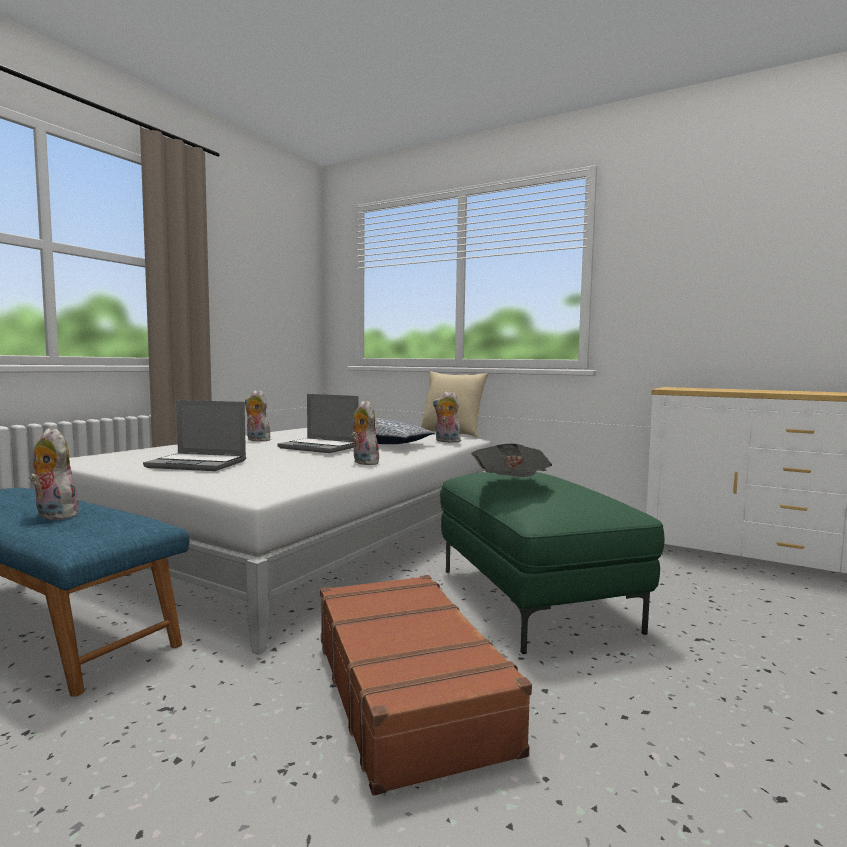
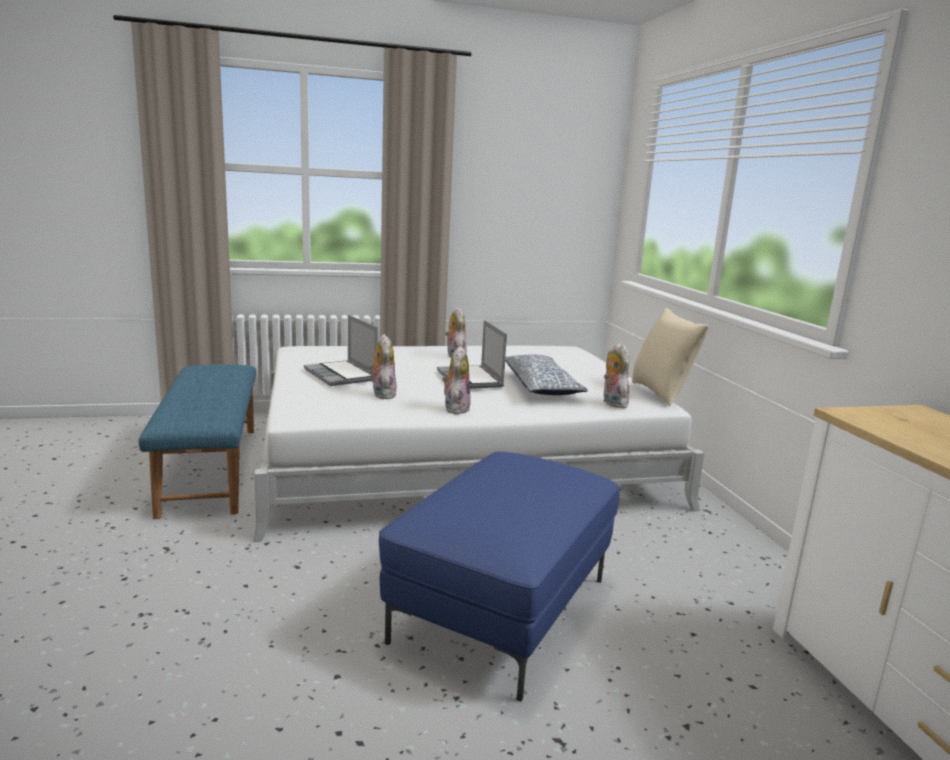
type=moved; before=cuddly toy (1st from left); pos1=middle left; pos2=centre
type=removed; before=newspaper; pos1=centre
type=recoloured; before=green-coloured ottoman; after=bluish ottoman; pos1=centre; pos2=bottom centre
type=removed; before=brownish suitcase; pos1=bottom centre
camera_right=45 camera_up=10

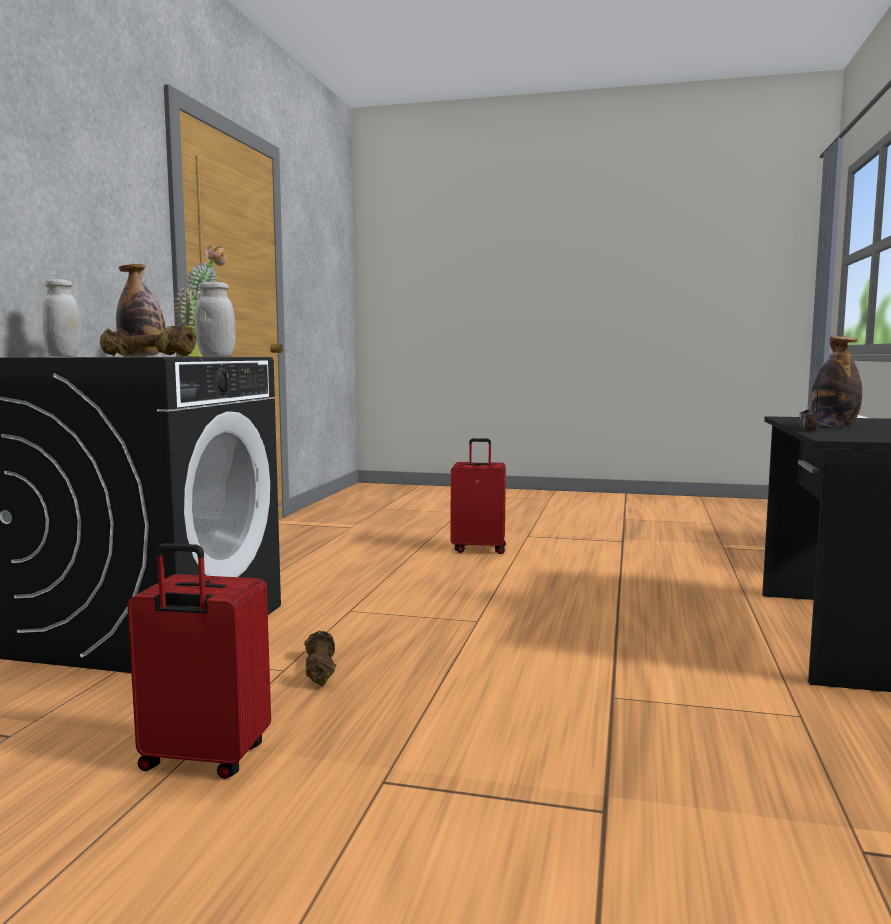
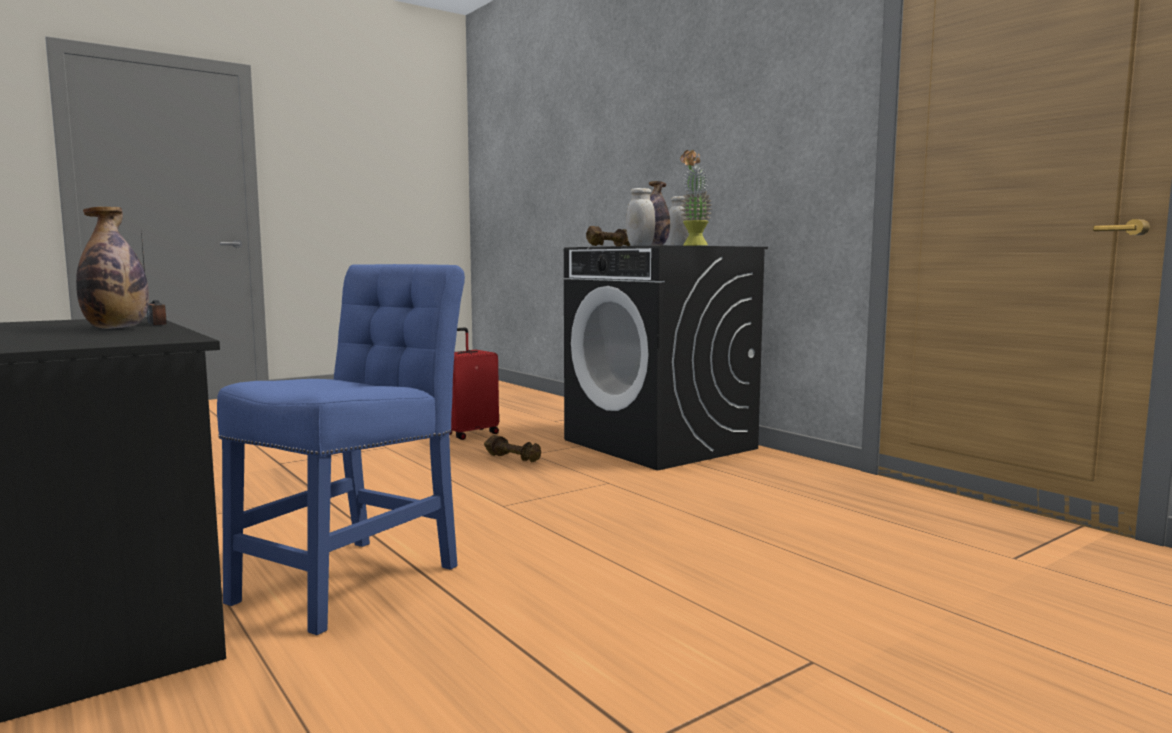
type=removed; before=reddish suitcase (2nd from left); pos1=centre
type=added; after=bluish upright chair; pos2=middle left
camera_right=130 camera_up=0

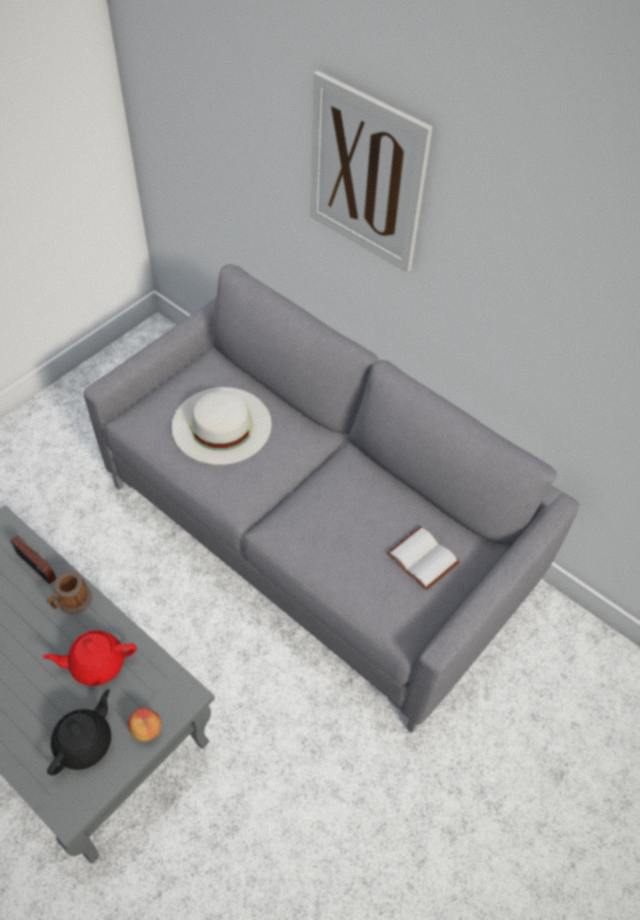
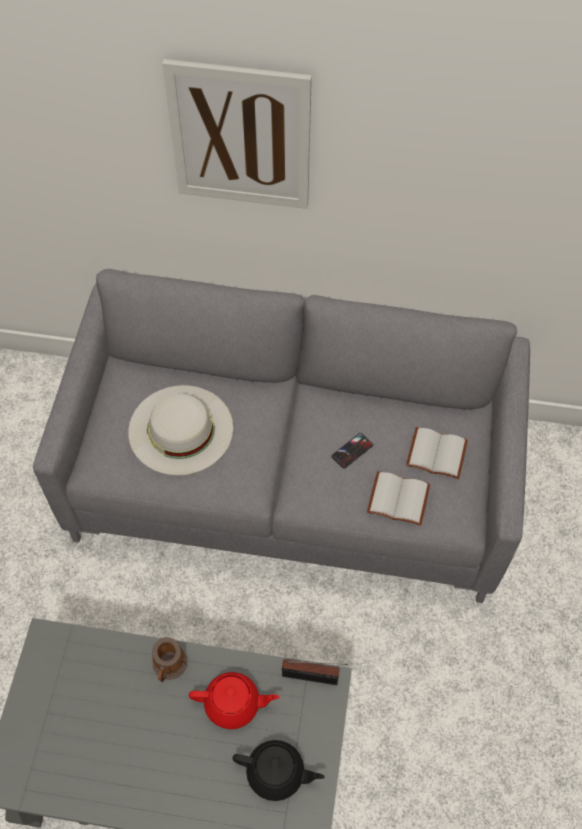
type=moved; before=radio receiver; pos1=middle left; pos2=bottom centre
type=turned; before=reddish teapot; pos1=bottom left; pos2=bottom centre; turn=-135
type=turned; before=black-coloured teapot; pos1=bottom left; pos2=bottom centre; turn=105
type=removed; before=whole apple; pos1=bottom left
type=added; after=telephone; pos2=centre
type=added; after=white volume (1st from left); pos2=middle right
camera_right=-30 camera_up=5

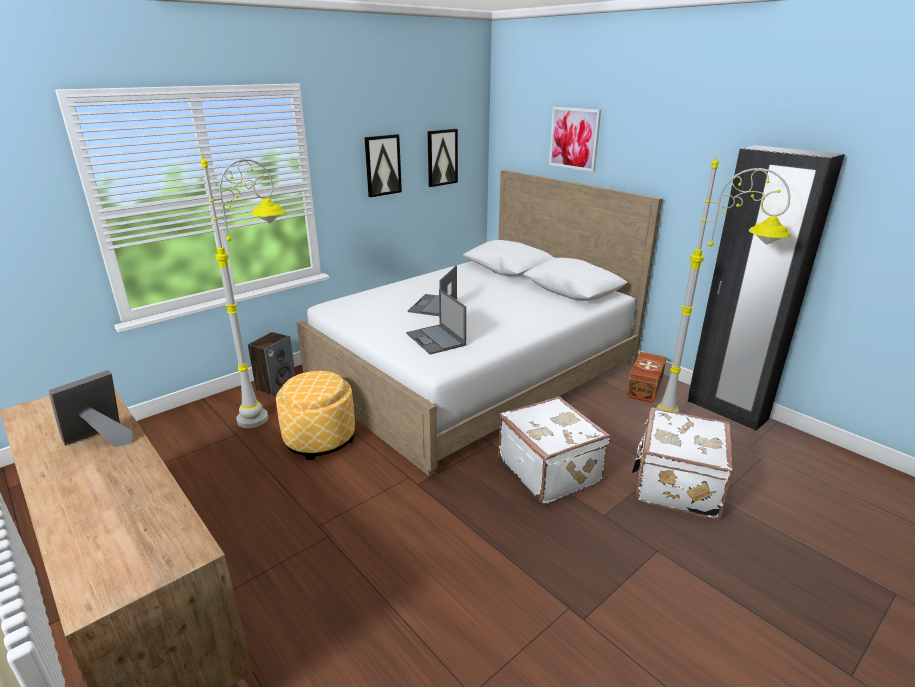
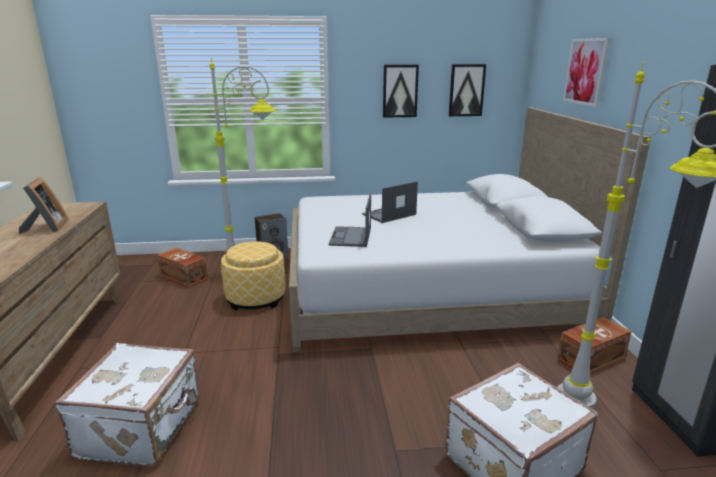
type=turned; before=standing frame; pos1=middle left; pos2=middle left; turn=90
type=moved; before=white suitcase (1st from left); pos1=centre; pos2=bottom left
type=added; after=brownish storage bin (1st from left); pos2=middle left
camera_right=35 camera_up=-5

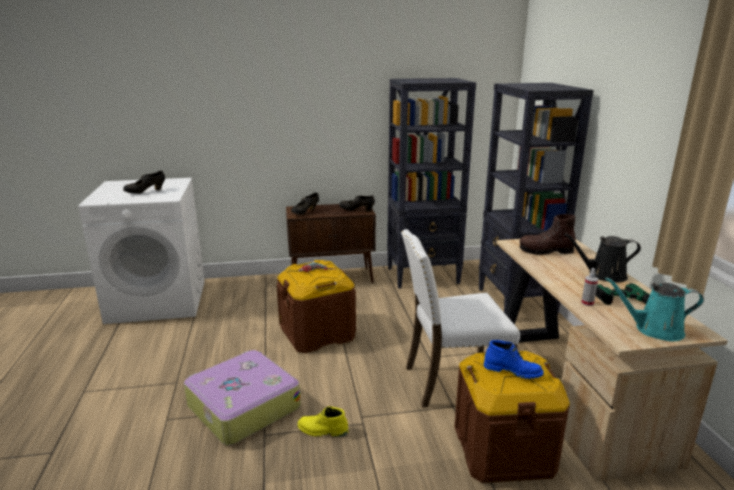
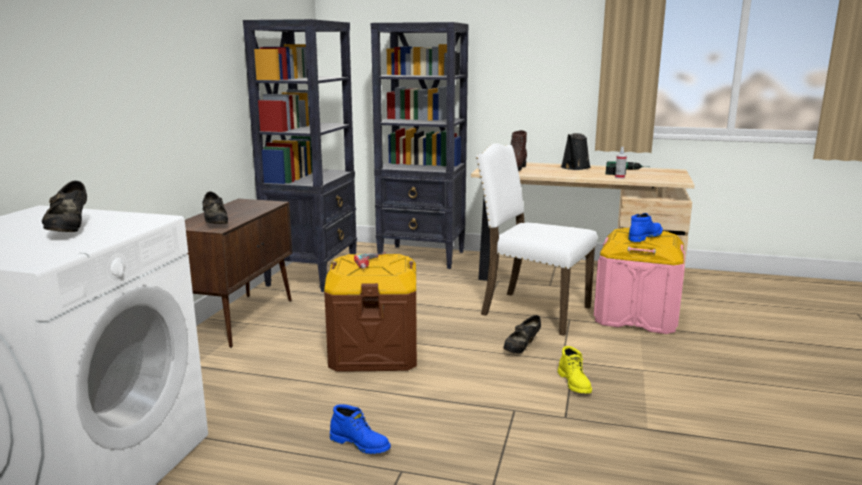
type=moved; before=black-coloured low shoe (3rd from left); pos1=centre; pos2=bottom centre
type=turned; before=white upright chair; pos1=centre; pos2=centre; turn=105
type=removed; before=turquoise sprinkling can; pos1=middle right
type=removed; before=suitcase; pos1=bottom left
type=recoloured; before=brownish storage bin (2nd from left); after=pink-coloured storage bin; pos1=bottom right; pos2=middle right
type=turned; before=yellowish tall boot; pos1=bottom centre; pos2=bottom right; turn=-45
type=added; after=bluish tall boot (1st from left); pos2=bottom centre
camera_right=-65 camera_up=-5

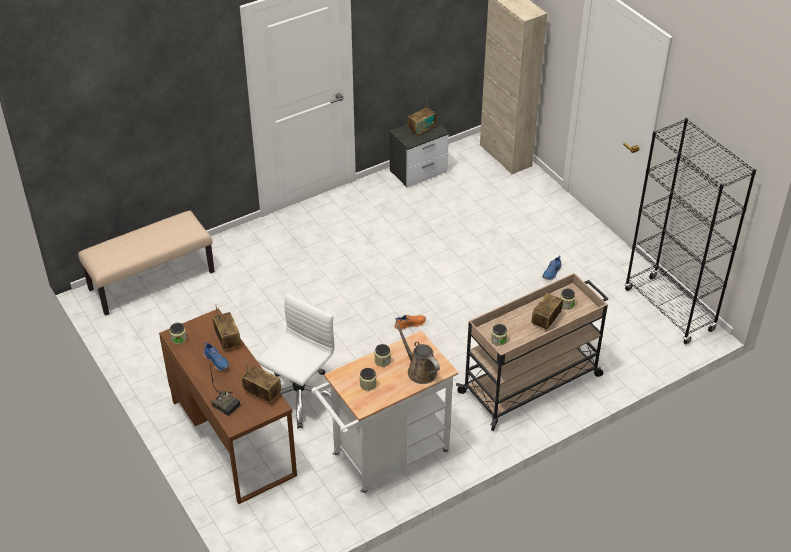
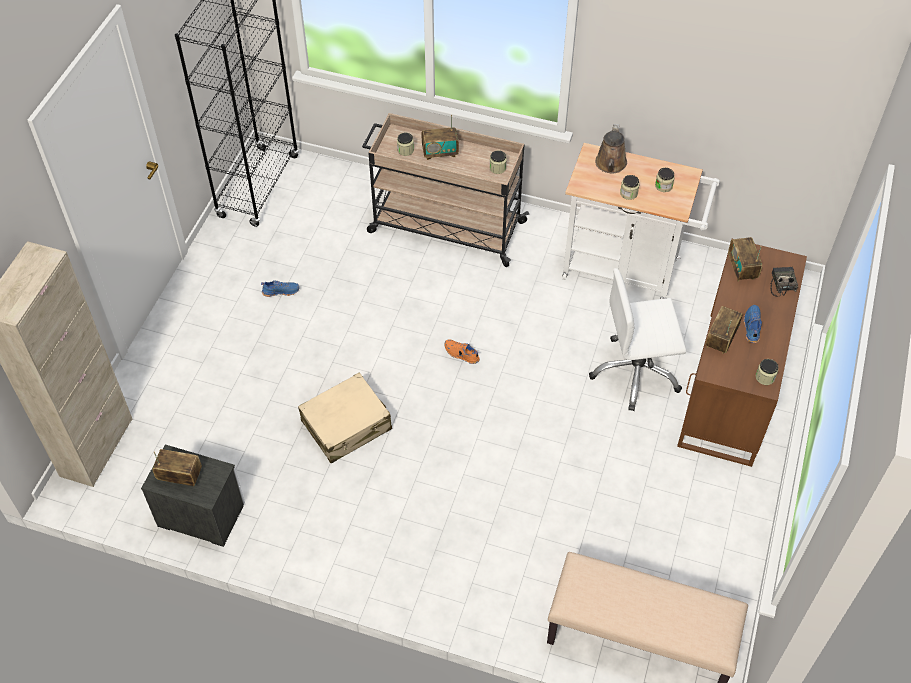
type=added; after=sand-coloured suitcase; pos2=centre
camera_right=-130 camera_up=10

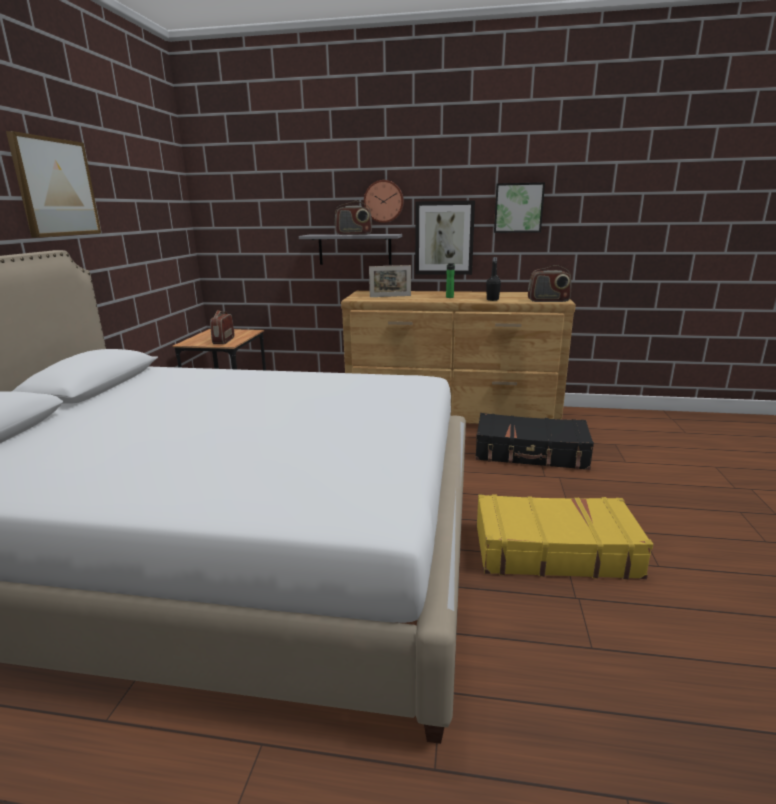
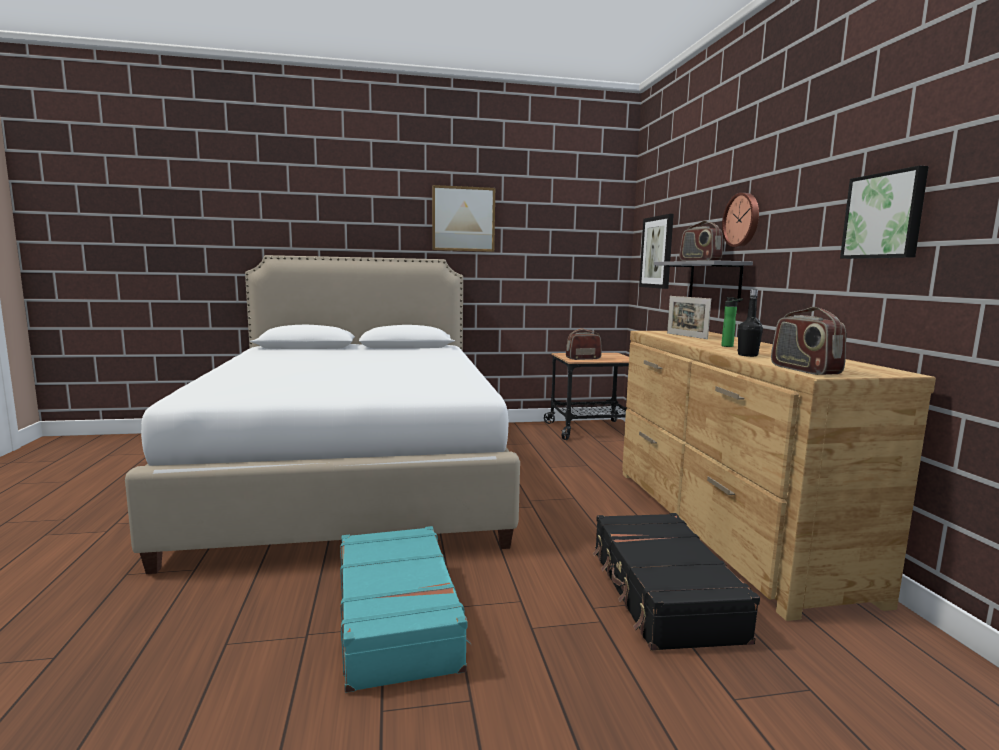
type=moved; before=wall picture (2nd from left); pos1=top centre; pos2=centre
type=recoloured; before=yellowish suitcase; after=turquoise suitcase; pos1=bottom right; pos2=bottom centre
camera_right=70 camera_up=-10

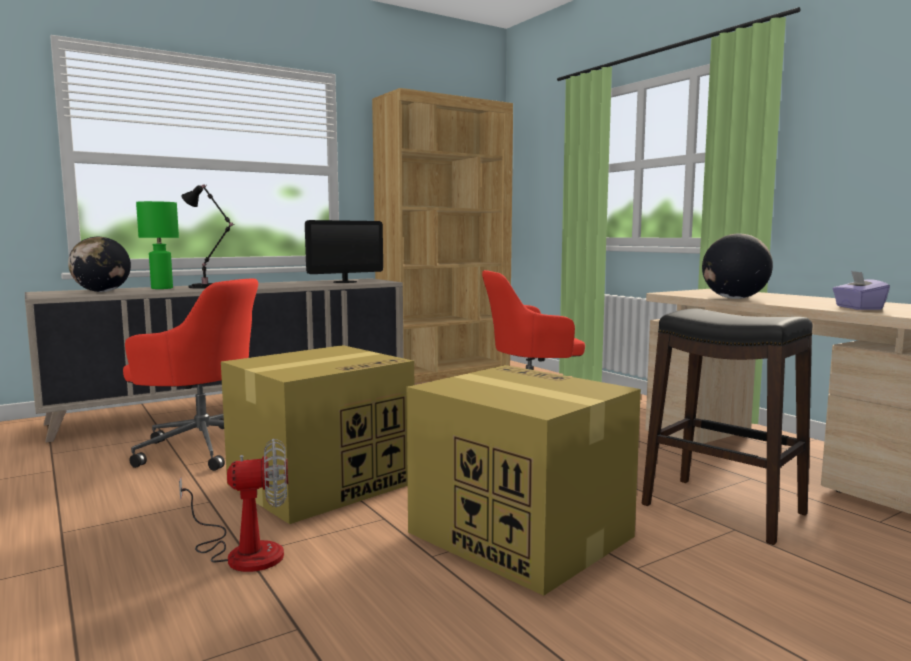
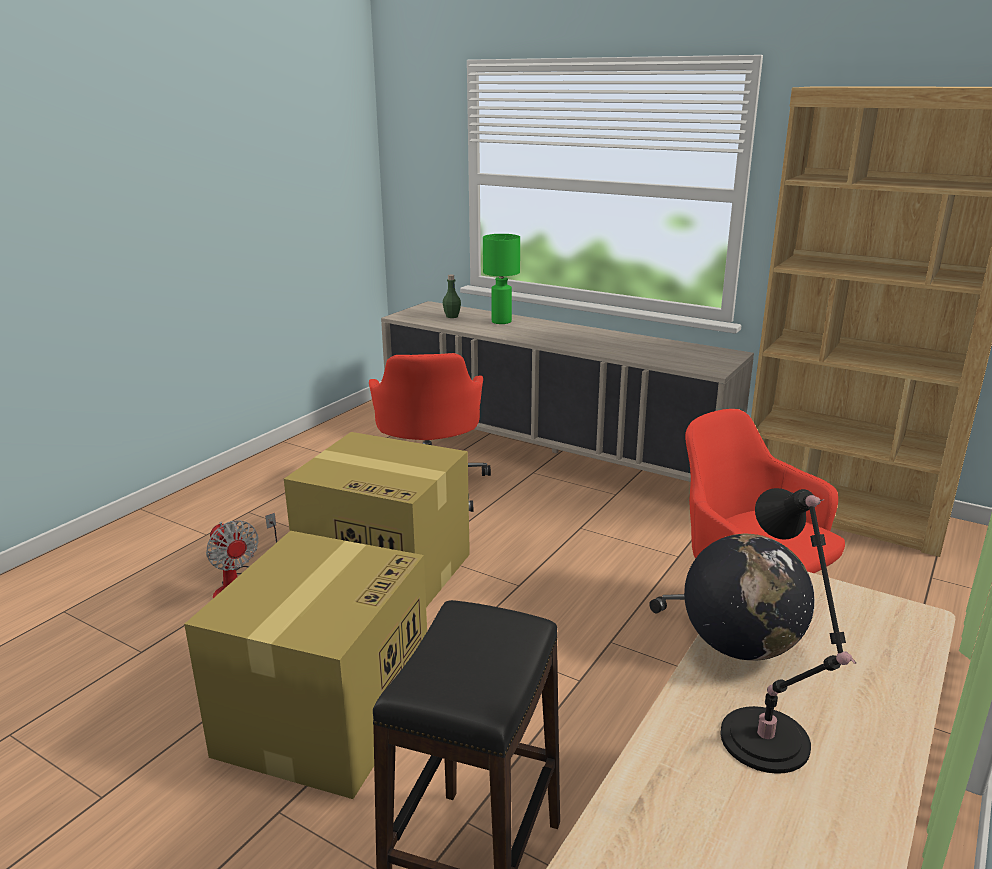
type=moved; before=black-coloured table lamp; pos1=middle left; pos2=bottom right
type=removed; before=computer display; pos1=centre
type=replaced; before=globe (1st from left); after=green-coloured bottle; pos1=middle left; pos2=centre
type=removed; before=purple-coloured tissue holder; pos1=middle right
camera_right=65 camera_up=15

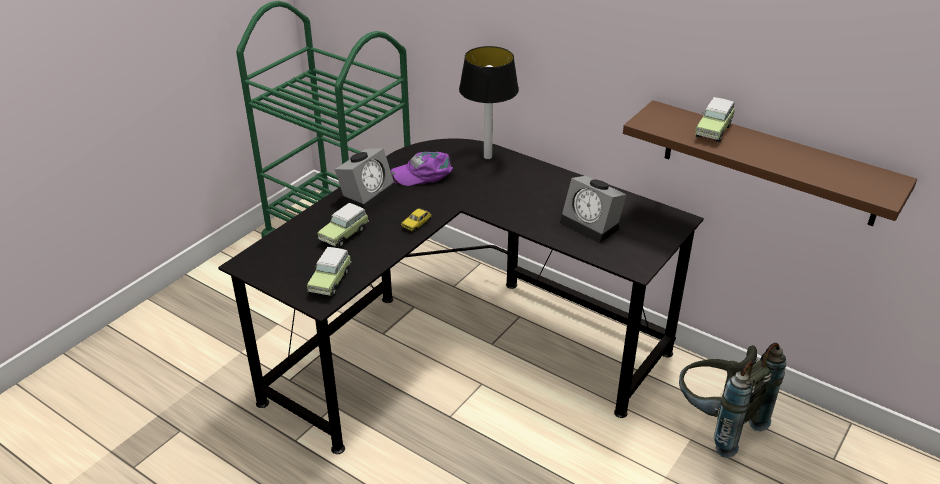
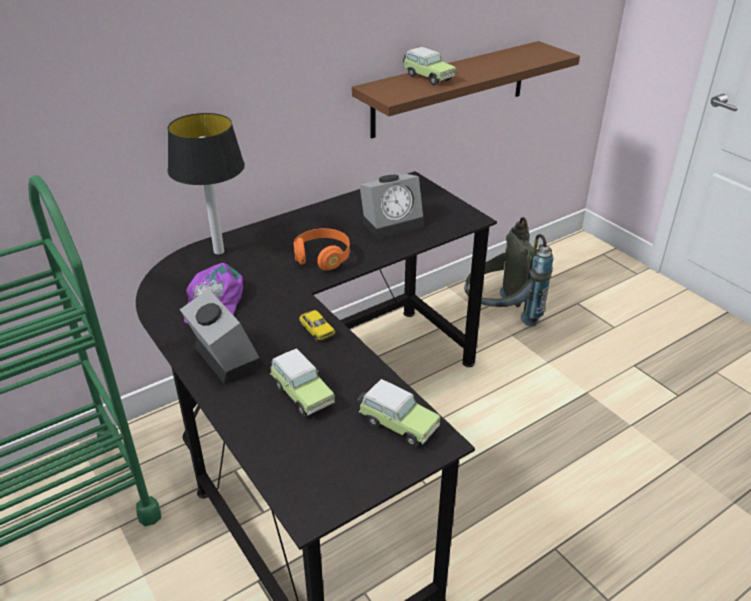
type=added; after=orangey pair of headphones; pos2=centre
camera_right=-70 camera_up=0

